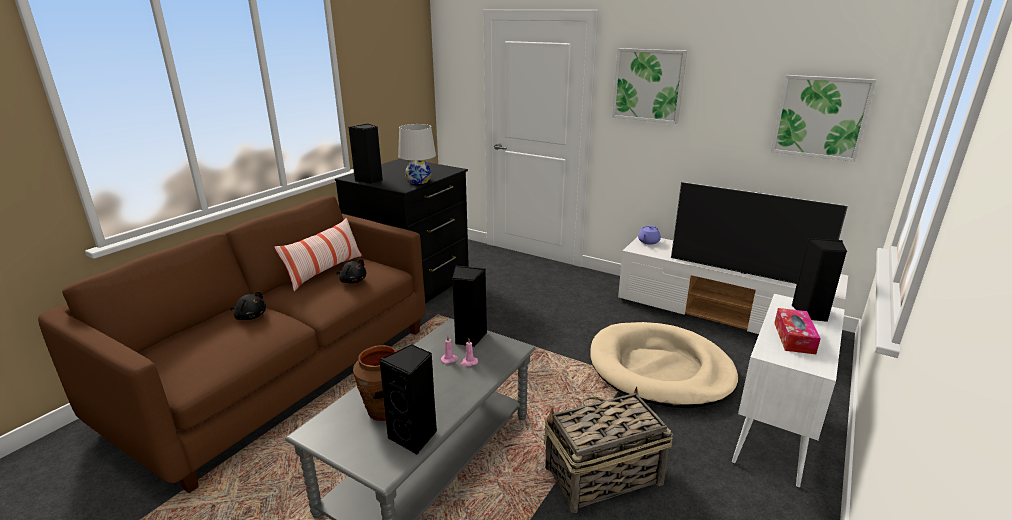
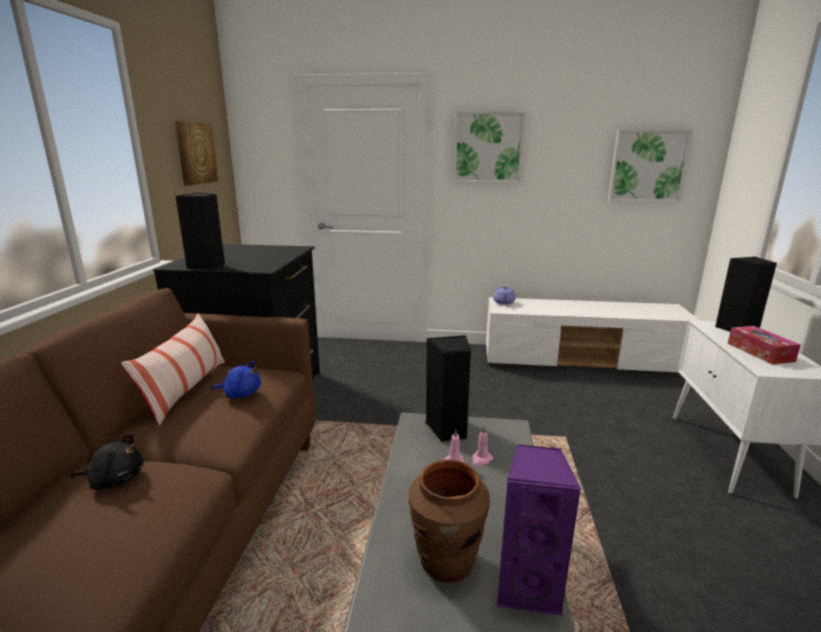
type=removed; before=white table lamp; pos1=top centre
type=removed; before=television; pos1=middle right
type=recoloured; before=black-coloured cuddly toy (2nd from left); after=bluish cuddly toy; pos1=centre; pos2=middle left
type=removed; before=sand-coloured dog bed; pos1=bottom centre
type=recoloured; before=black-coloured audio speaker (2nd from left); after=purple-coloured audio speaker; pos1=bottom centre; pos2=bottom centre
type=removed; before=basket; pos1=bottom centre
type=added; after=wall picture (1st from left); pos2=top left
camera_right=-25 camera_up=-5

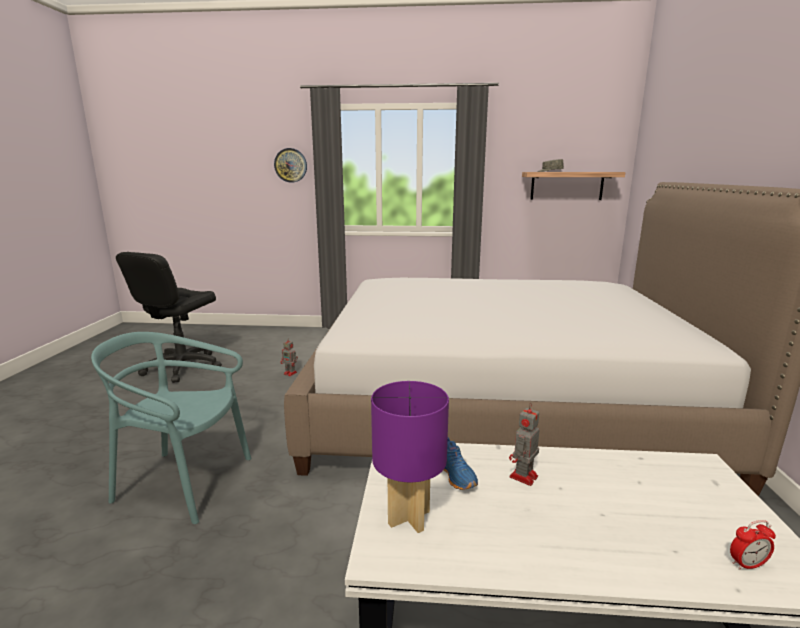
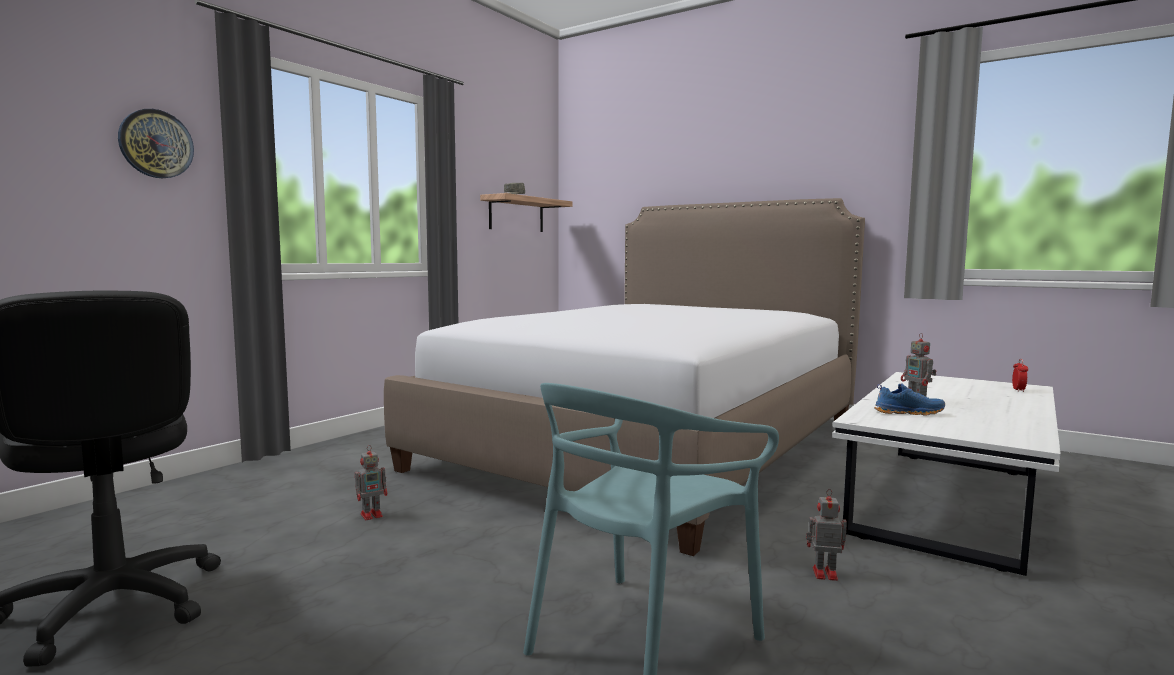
type=removed; before=purple-coloured table lamp; pos1=bottom centre
type=added; after=model robot (2nd from left); pos2=bottom right
camera_right=-60 camera_up=-10

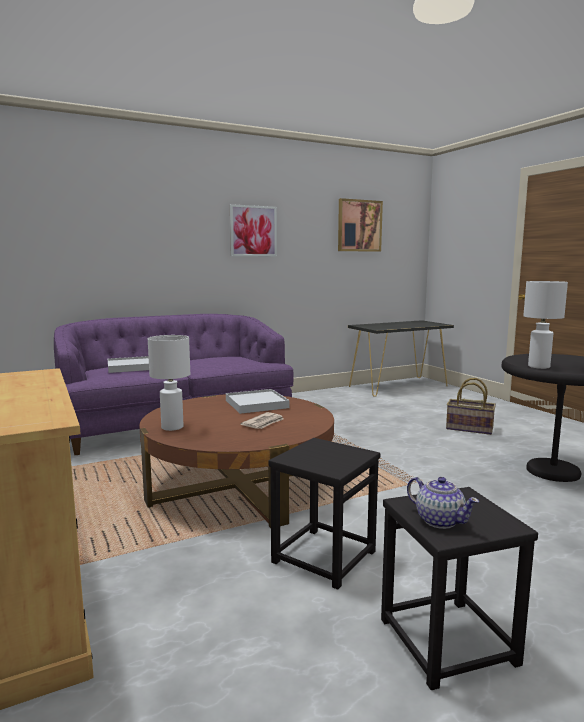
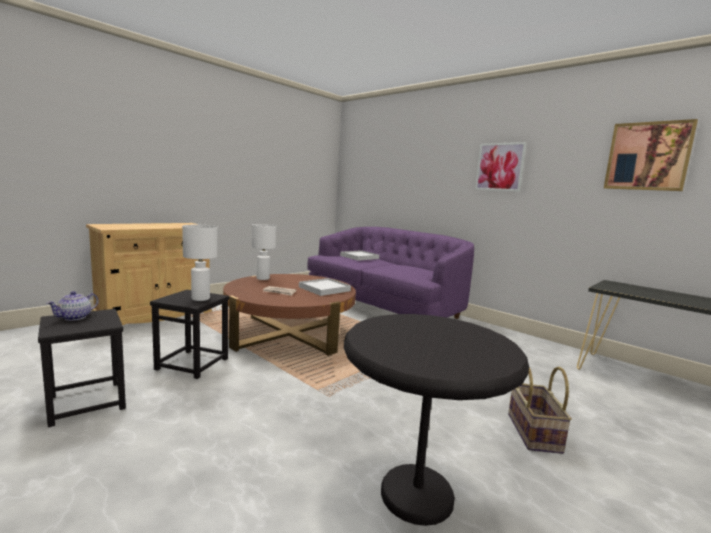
type=moved; before=white table lamp (2nd from left in the first image); after=white table lamp (1st from left); pos1=middle right; pos2=middle left
camera_right=70 camera_up=0

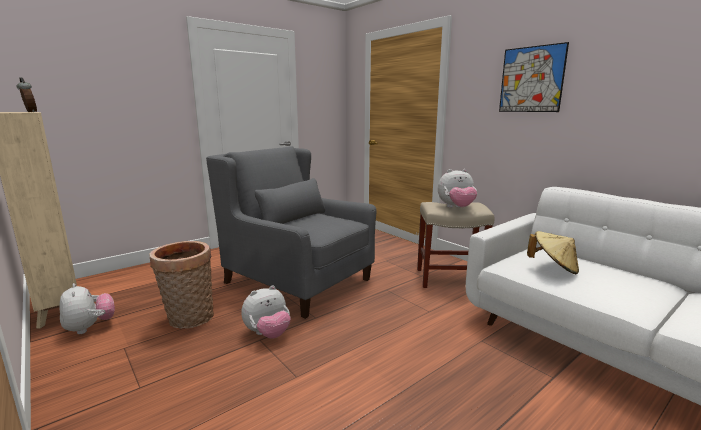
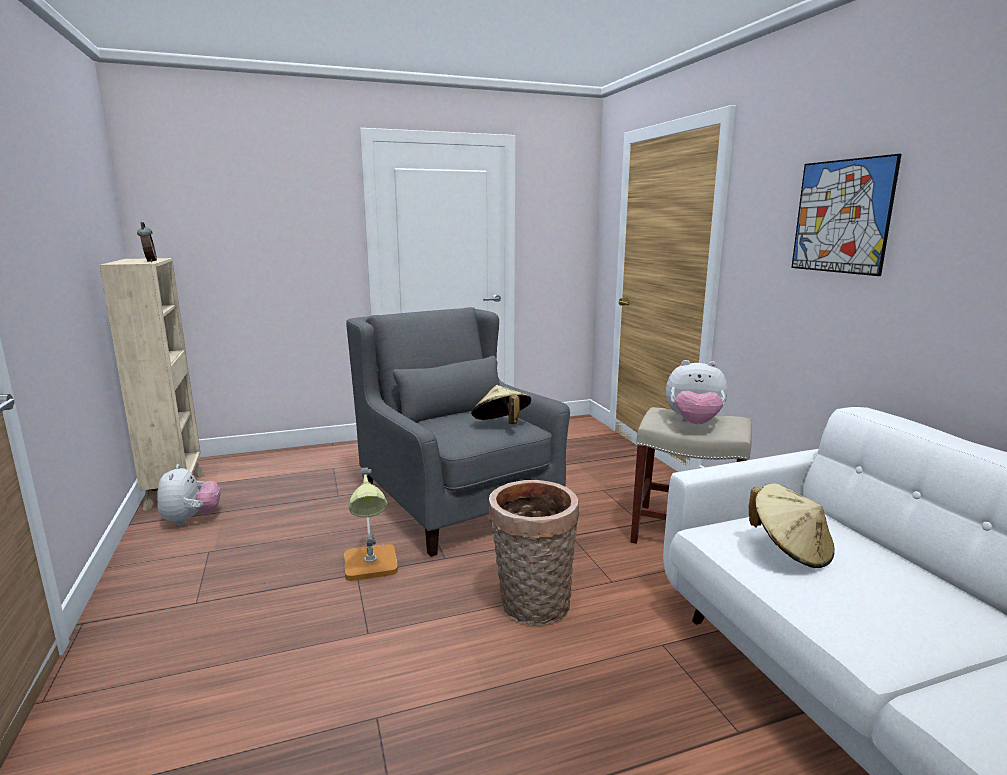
type=moved; before=basket; pos1=middle left; pos2=bottom centre
type=replaced; before=cuddly toy (2nd from left); after=table lamp; pos1=bottom centre; pos2=bottom centre
type=added; after=sand-coloured clothing hat (1st from left); pos2=centre
camera_right=20 camera_up=0

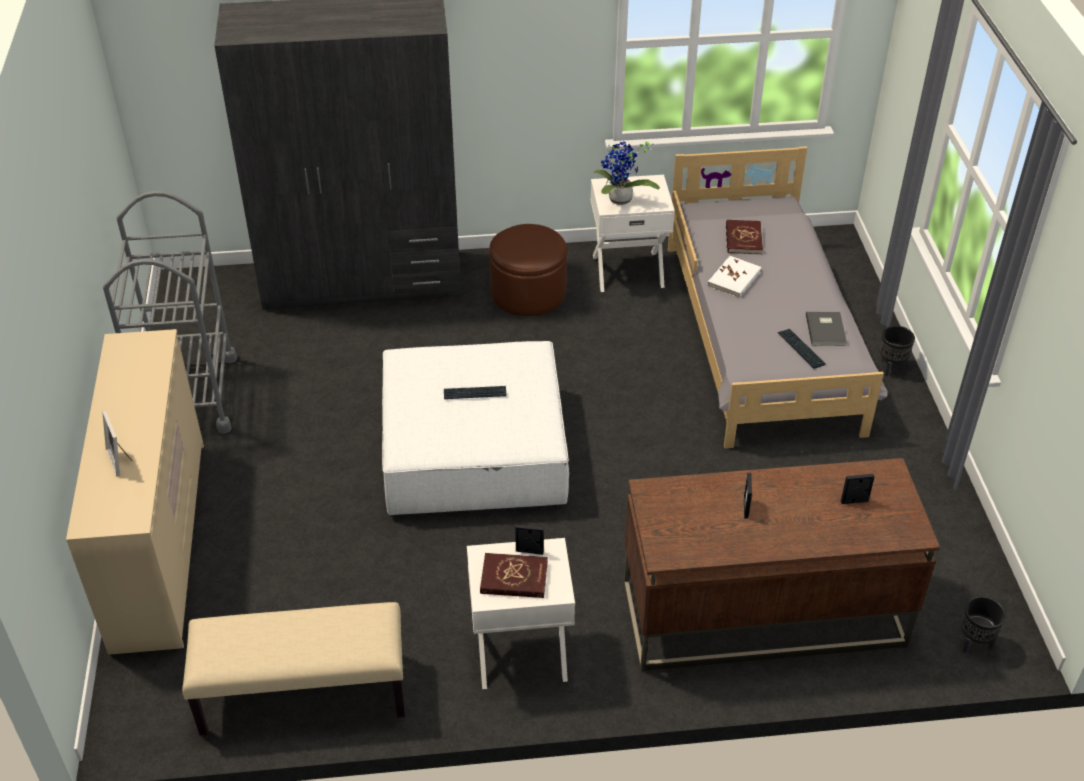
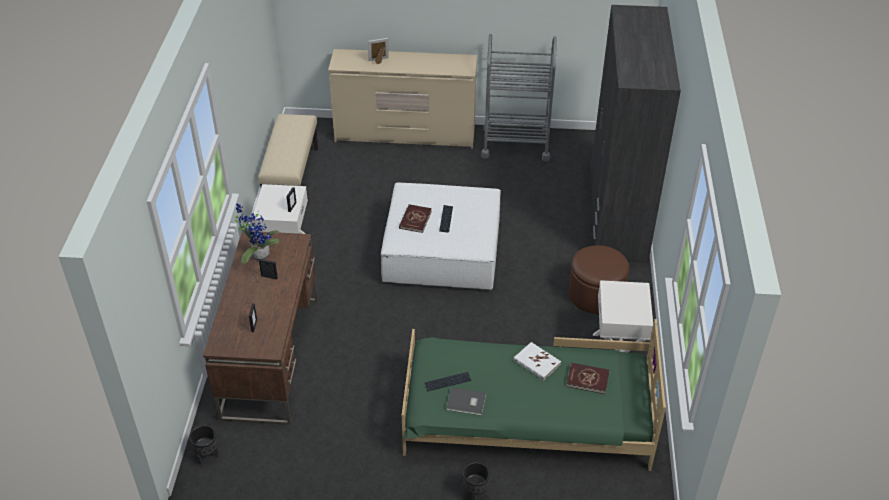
type=moved; before=plant in a pot; pos1=top centre; pos2=middle left
type=recoloured; before=grey bed; after=green-coloured bed; pos1=middle right; pos2=bottom centre
type=moved; before=reddish volume (1st from left); pos1=bottom centre; pos2=centre
camera_right=100 camera_up=0

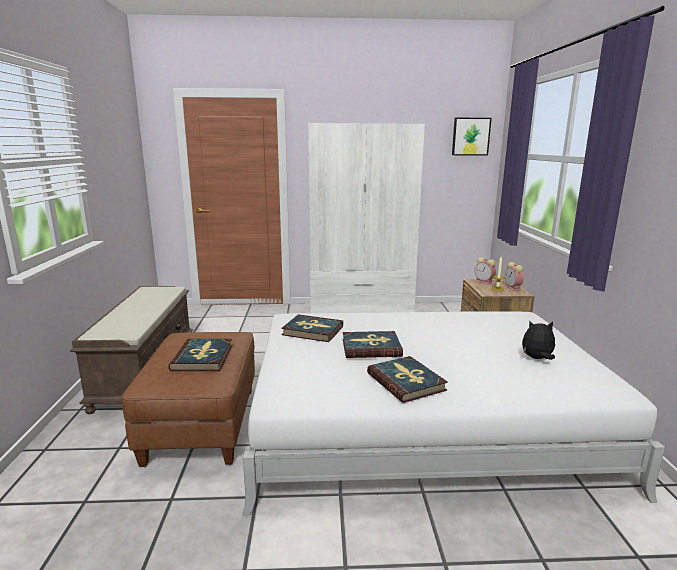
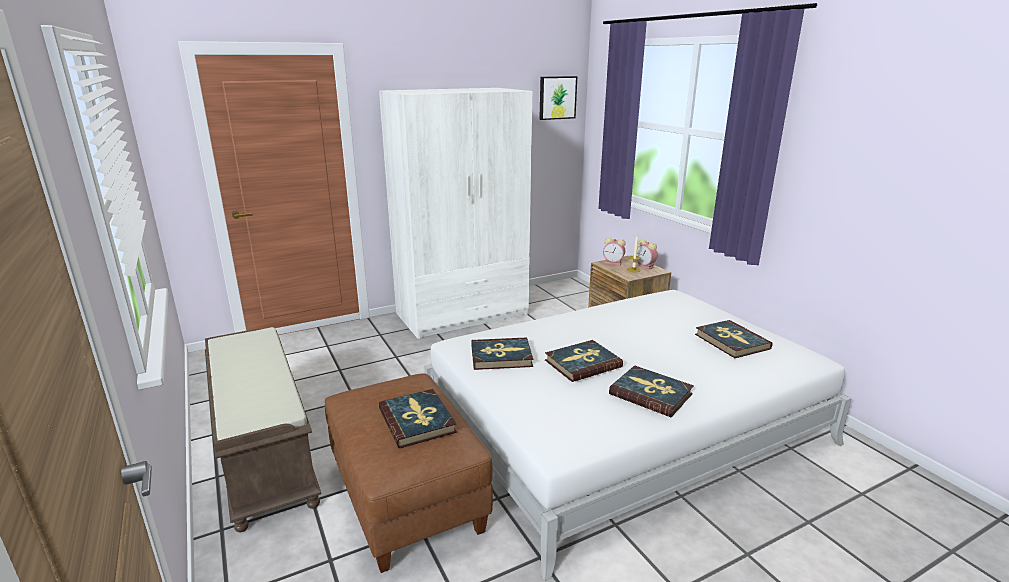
type=replaced; before=cuddly toy; after=volume (5th from left); pos1=middle right; pos2=middle right
camera_right=-25 camera_up=5

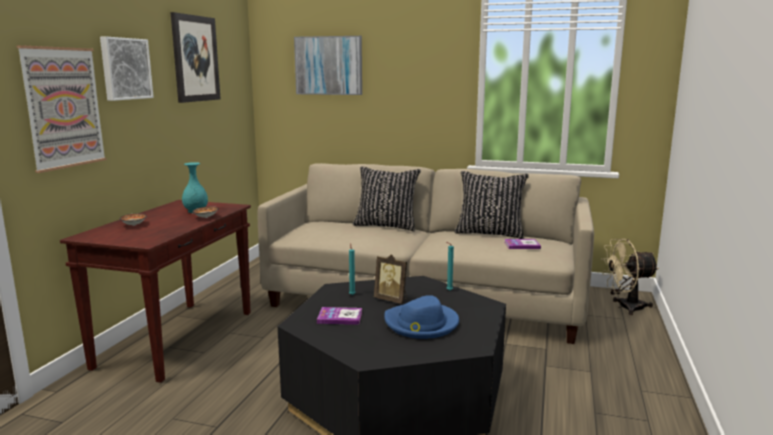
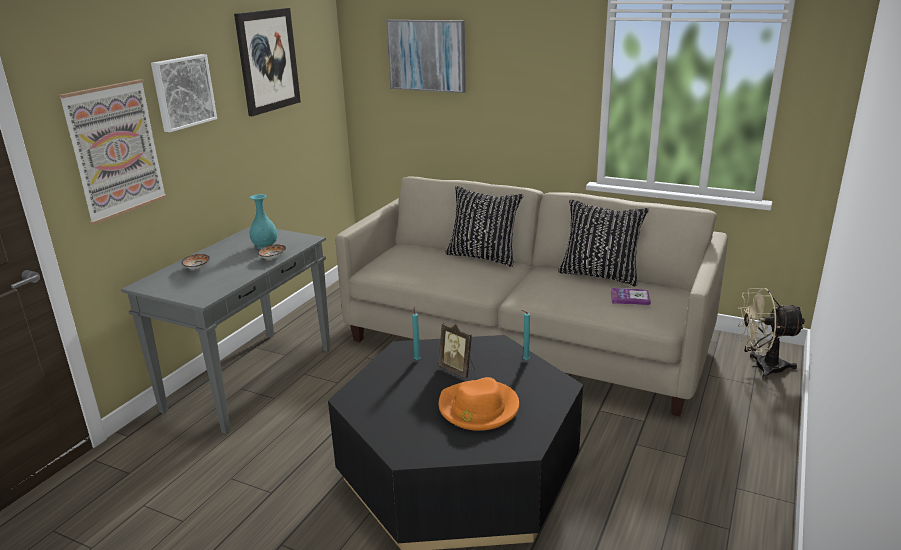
type=recoloured; before=brownish console table; after=grey console table; pos1=bottom left; pos2=middle left
type=recoloured; before=bluish clothing hat; after=orangey clothing hat; pos1=bottom centre; pos2=bottom centre
type=removed; before=volume (1st from left); pos1=bottom centre
camera_right=10 camera_up=10

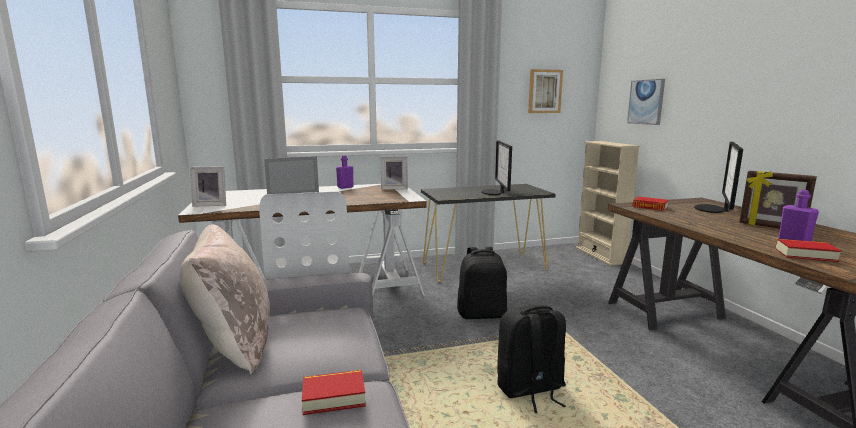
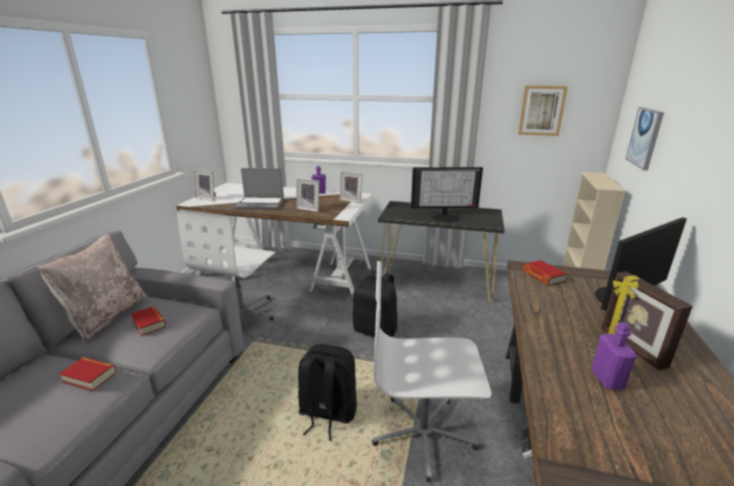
type=turned; before=computer display (1st from left); pos1=centre; pos2=centre; turn=-120
type=moved; before=volume (3rd from left in the first image); after=volume (2nd from left); pos1=middle right; pos2=middle left
type=added; after=standing frame (2nd from left); pos2=centre
type=added; after=white office chair (2nd from left); pos2=bottom centre
camera_right=30 camera_up=10

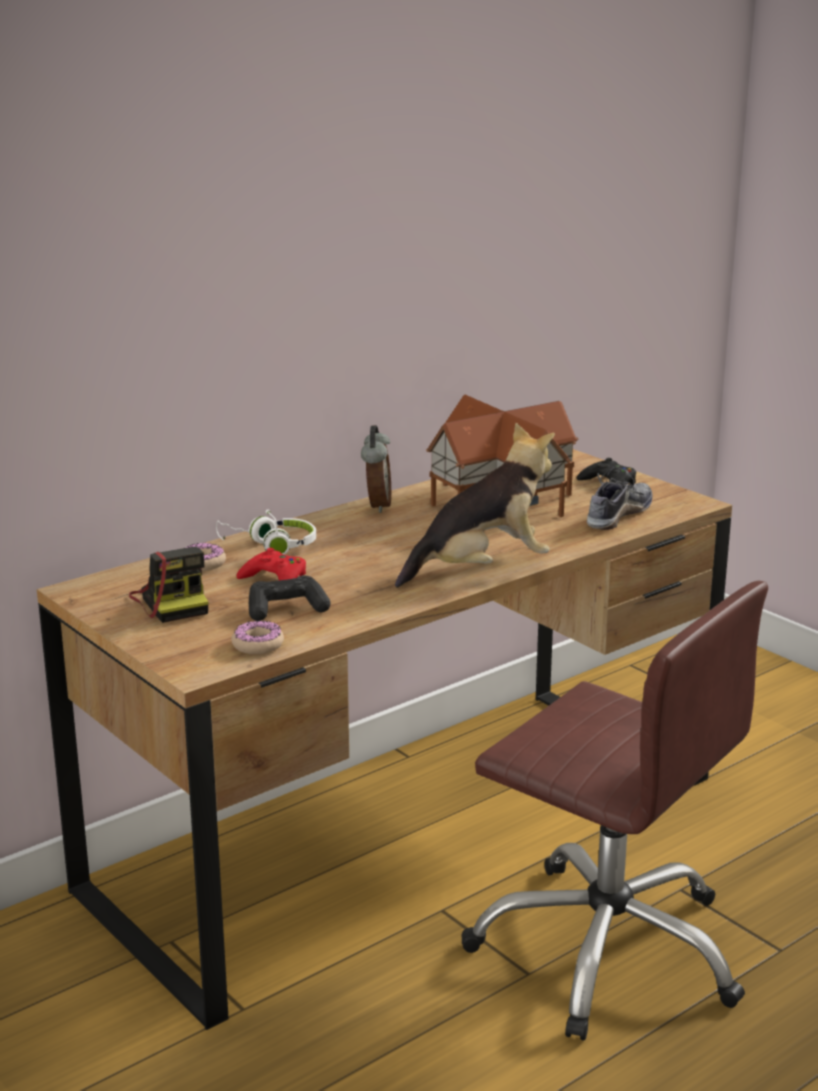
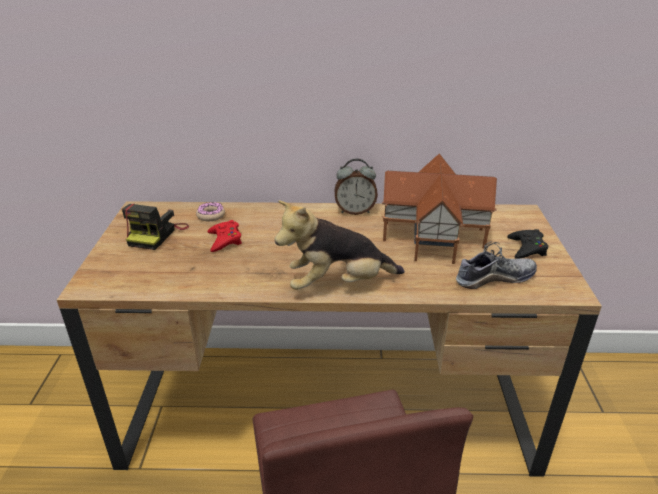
type=turned; before=cuddly toy; pos1=centre; pos2=centre; turn=150
type=turned; before=alarm clock; pos1=centre; pos2=centre; turn=45
type=removed; before=white pair of headphones; pos1=middle left
type=removed; before=black-coloured joypad (1st from left); pos1=centre
type=removed; before=donut (2nd from left); pos1=middle left
camera_right=40 camera_up=10

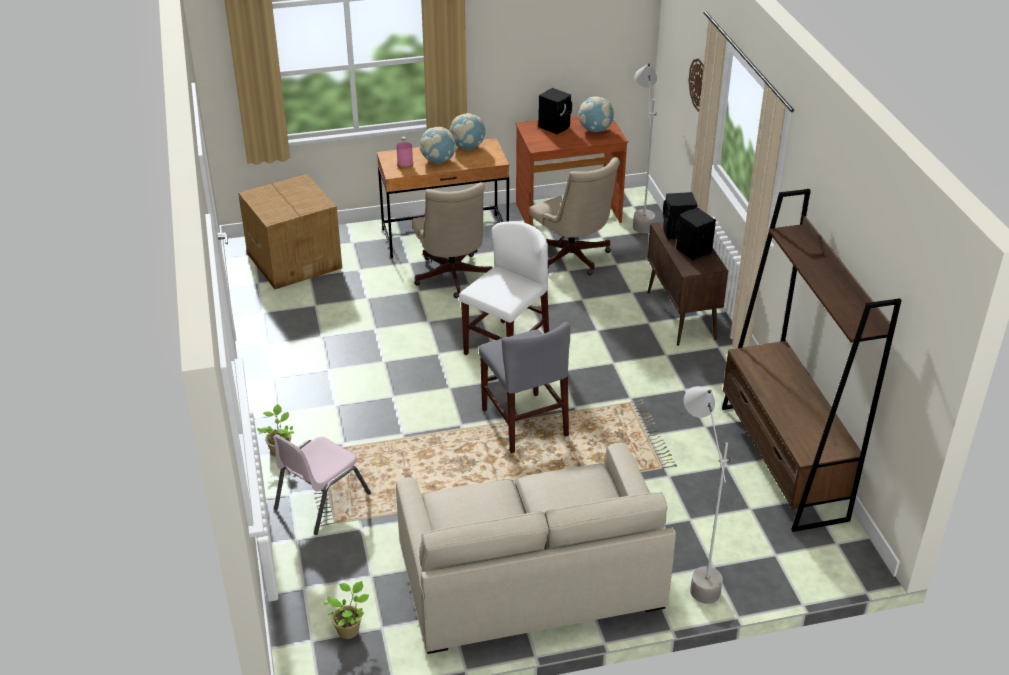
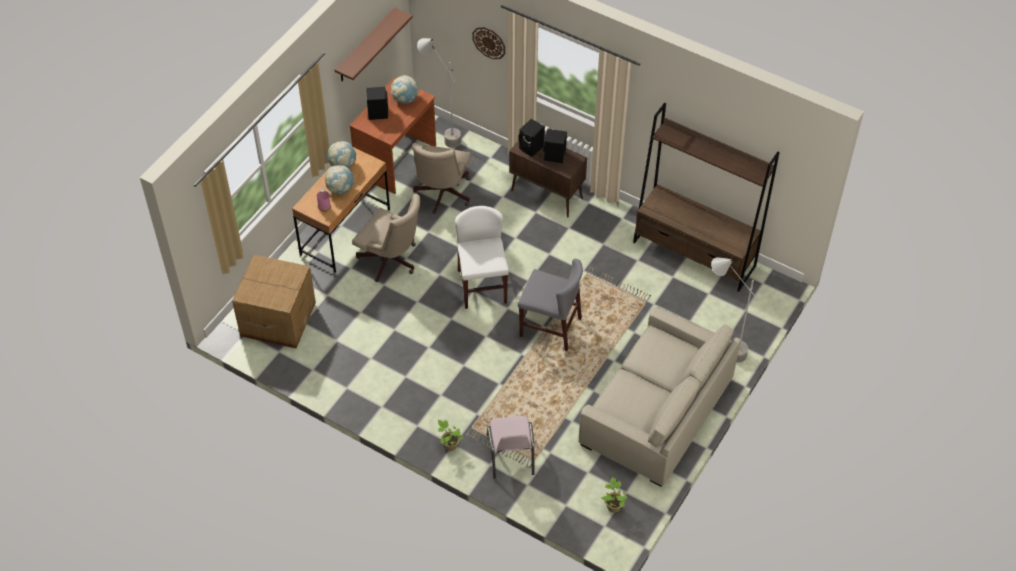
type=turned; before=sand-coloured office chair (2nd from left); pos1=top centre; pos2=top centre; turn=90
type=added; after=brownish shelf; pos2=top centre
camera_right=-45 camera_up=15

